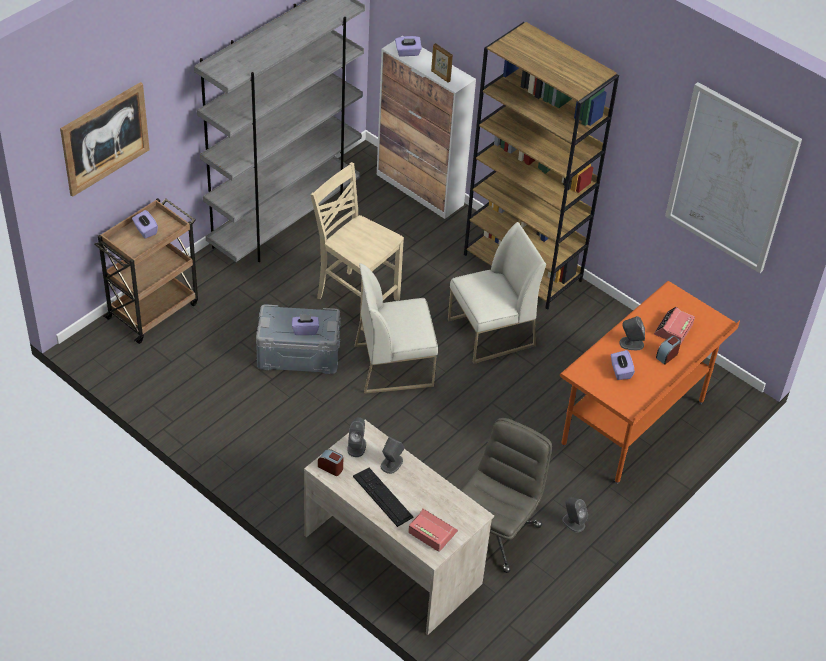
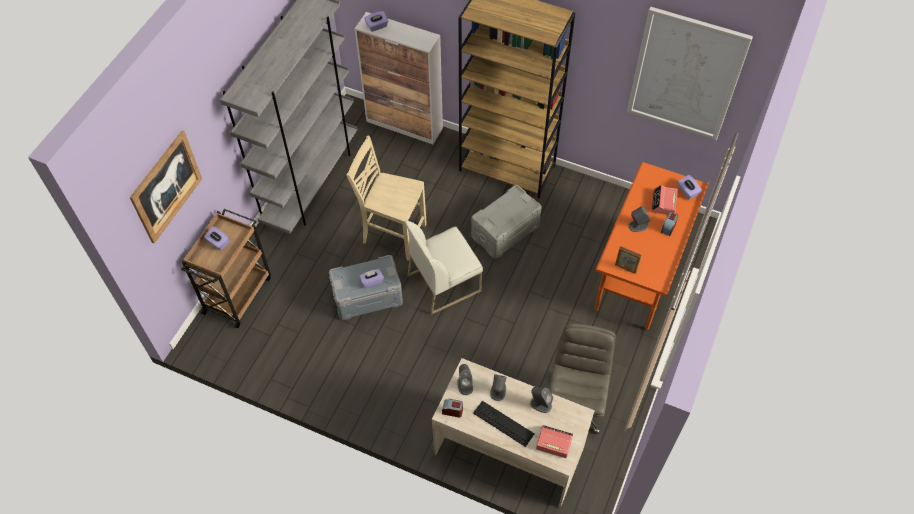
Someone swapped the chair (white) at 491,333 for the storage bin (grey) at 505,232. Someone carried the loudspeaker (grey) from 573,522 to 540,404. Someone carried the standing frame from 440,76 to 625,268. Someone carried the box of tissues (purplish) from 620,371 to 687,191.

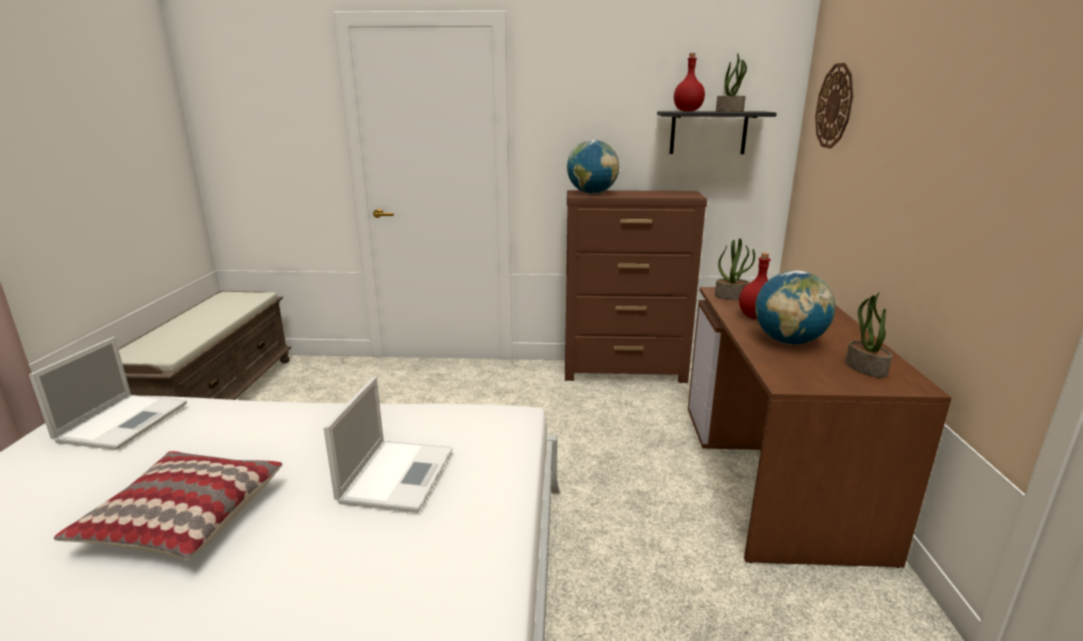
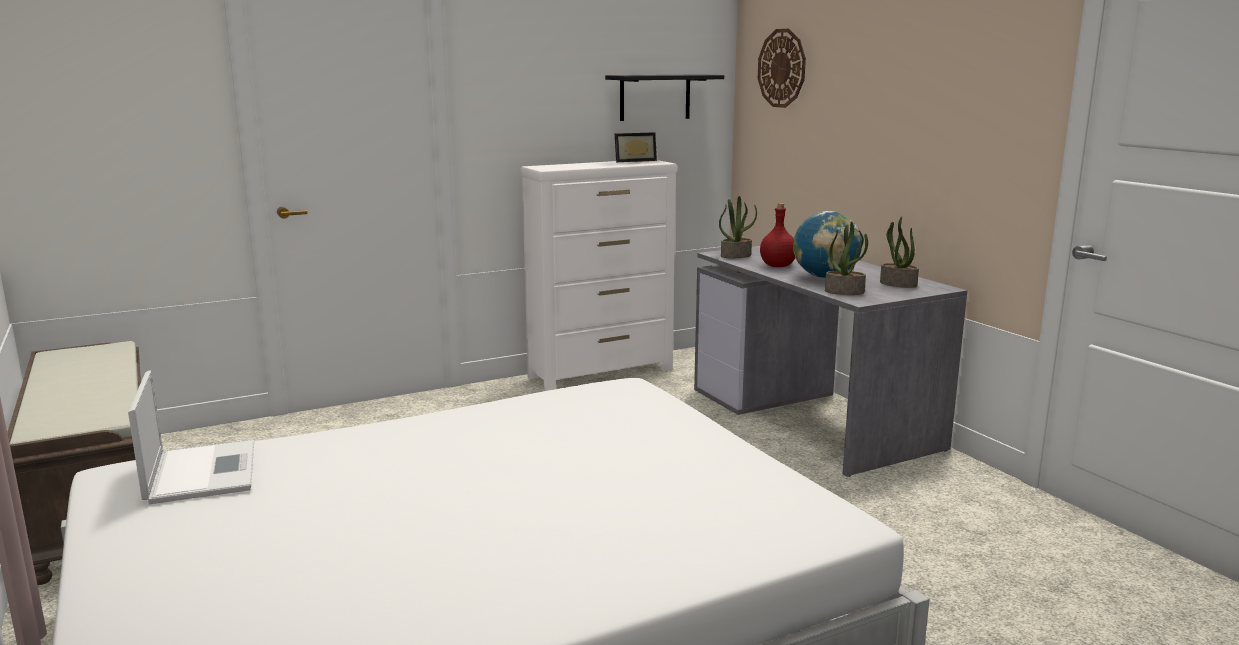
Someone repainted the chest of drawers (brown) at 625,373, which became the chest of drawers (white) at 602,373. Someone put down the standing frame at 634,161. Someone repainted the desk table (brown) at 776,474, which became the desk table (grey) at 814,418. Someone carried the plant in a pot from 730,111 to 845,292. Someone took away the pillow at 182,518. Someone took away the notebook computer at 397,474. Someone took away the globe at 592,193. Someone took away the beverage bottle (red-coloured) at 687,111.

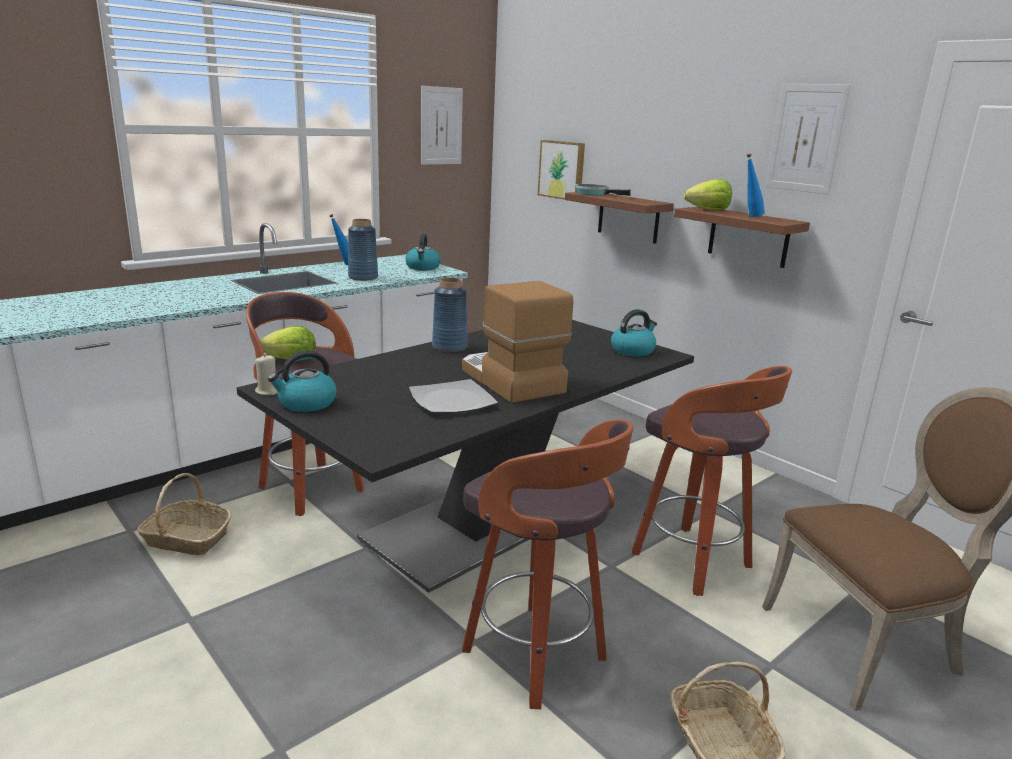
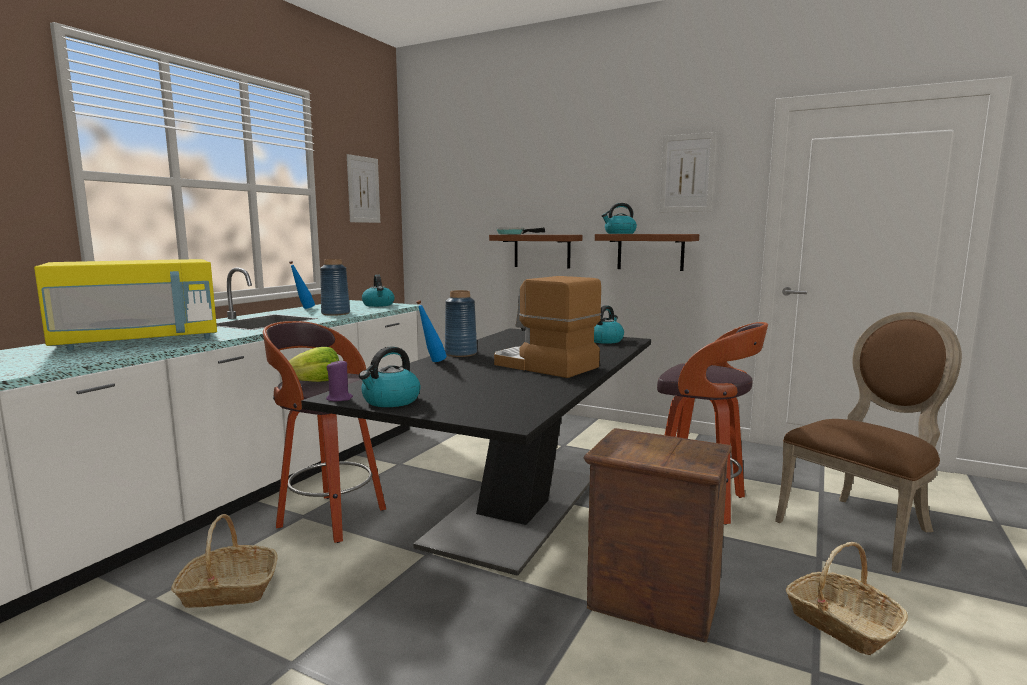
Someone put down the kitchen microwave (yellow) at 139,341. Someone repainted the wax light (beige-coloured) at 268,391, which became the wax light (purplish) at 339,398. Someone carried the beverage bottle (blue) from 749,216 to 431,362. Someone swapped the stool seat at 537,657 for the packing crate at 653,601. Someone swapped the lettuce head at 708,210 for the water kettle at 619,233. Someone took away the flat dish at 452,400. Someone took away the picture at 562,170.

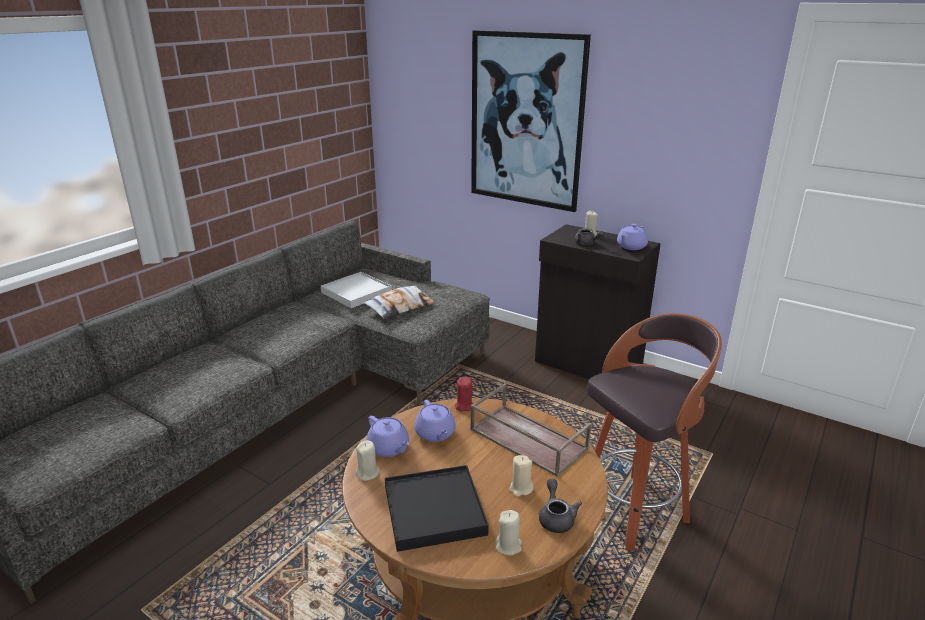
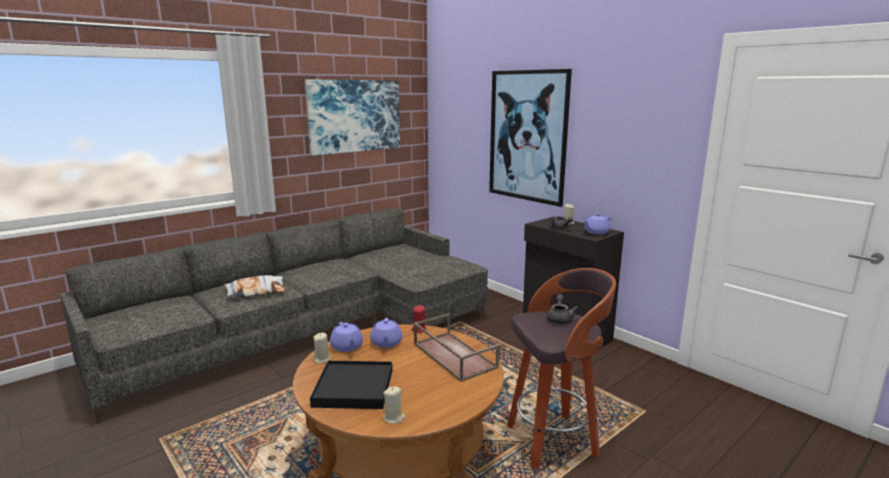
Someone carried the pillow from 399,307 to 256,291. Someone put up the picture at 354,116. Someone carried the teapot (grey) from 556,517 to 560,318. Someone took away the tray (white) at 356,292. Someone took away the wax light (beige-coloured) at 520,488.

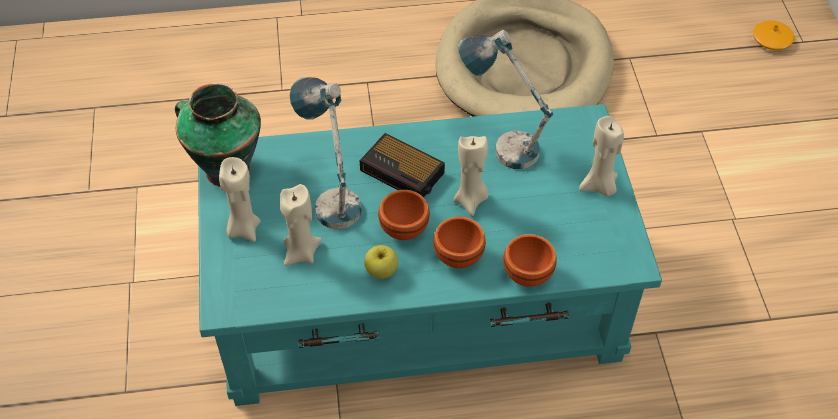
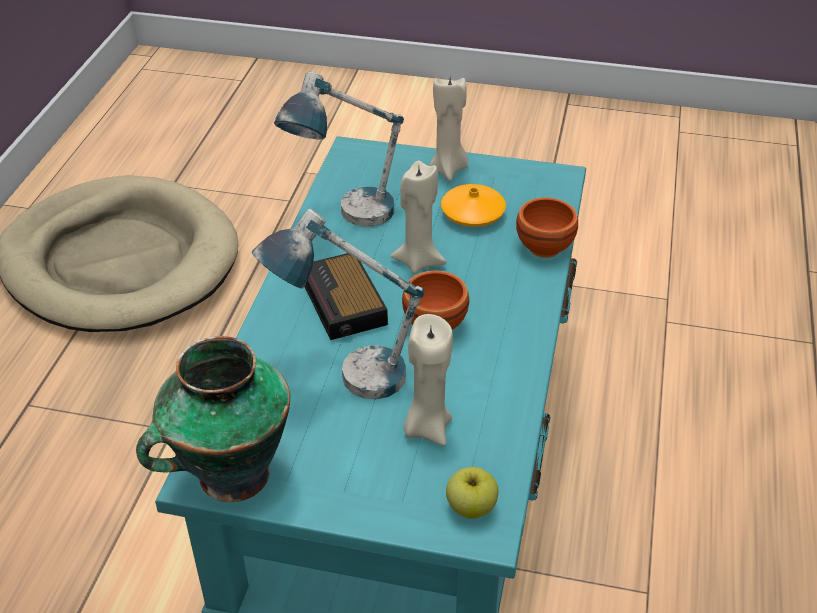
Someone rotated the table clock at 403,172 by 105 degrees clockwise. Someone carried the decorative vase (orange) from 771,40 to 472,213. Someone carried the apple from 382,271 to 471,507. Someone took away the wax light (beige-coloured) at 243,229. Someone took away the deep dish (brown) at 459,258.

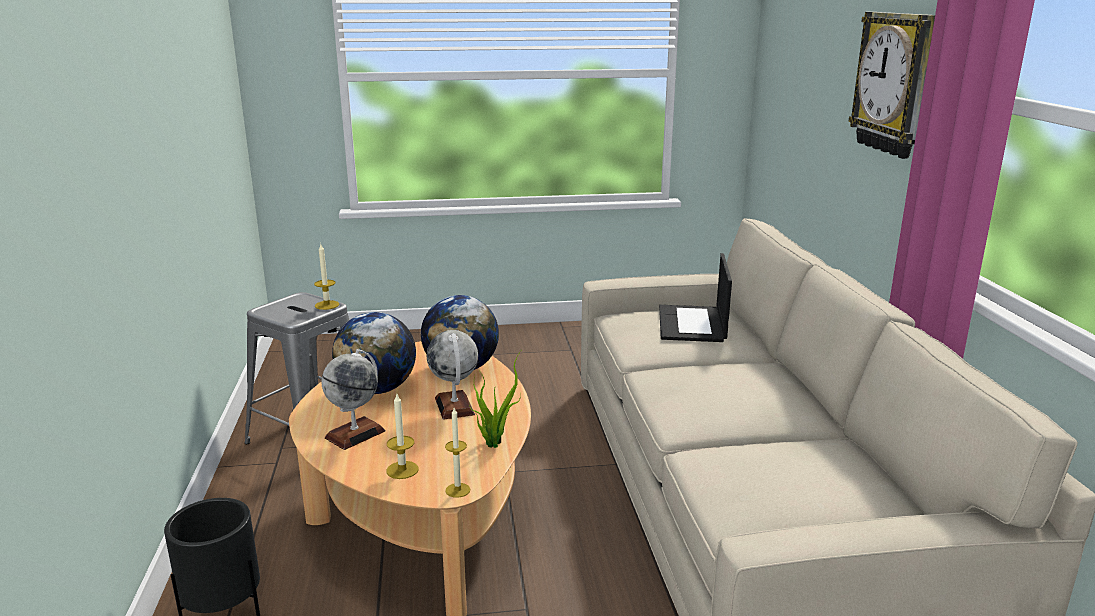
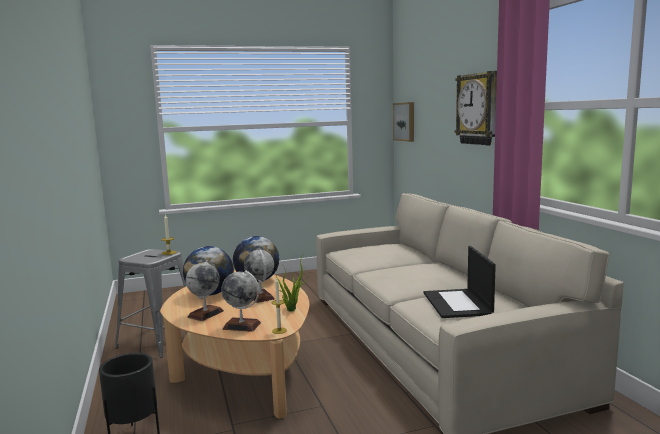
Someone swapped the wax light at 402,470 for the globe at 242,326. Someone put up the picture at 405,121. Someone carried the notebook computer from 692,324 to 458,304.

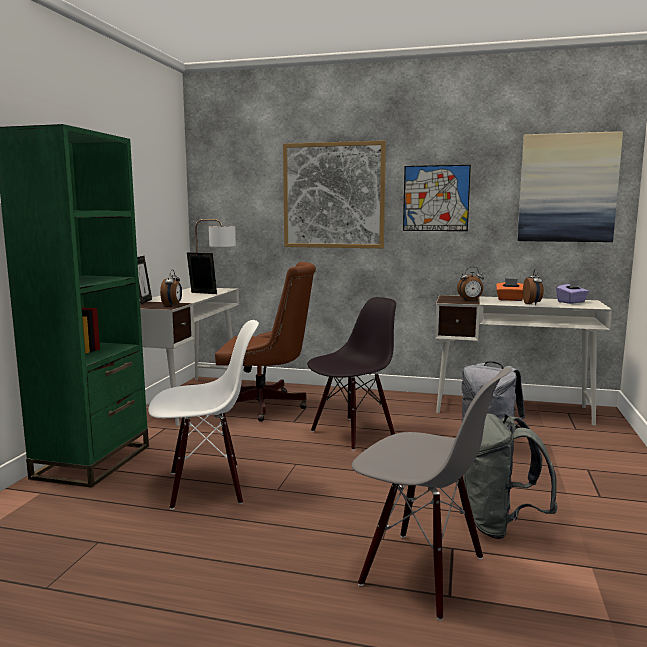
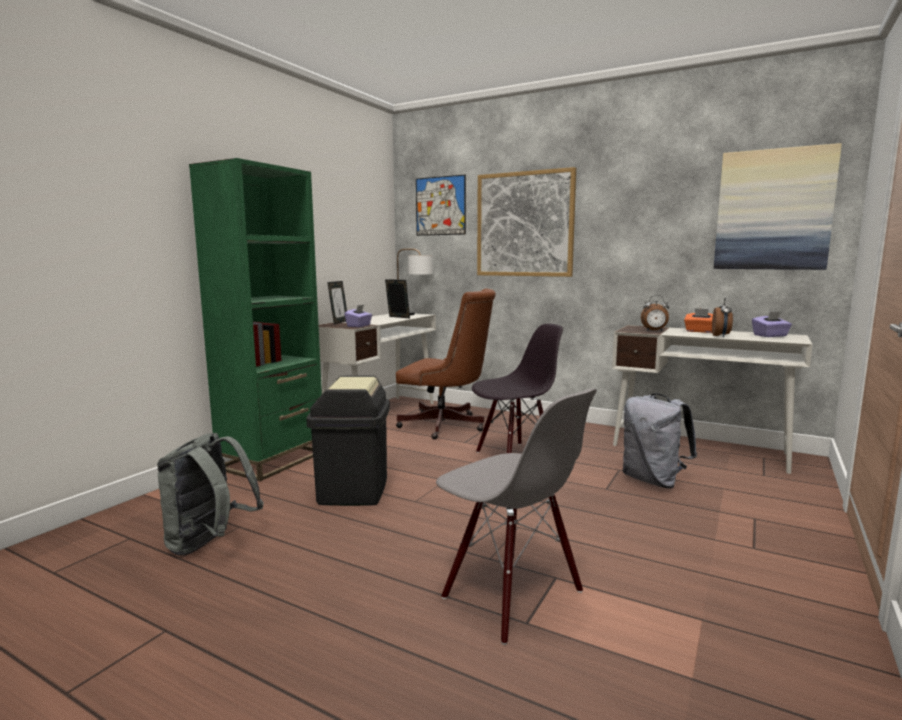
Someone carried the rucksack (grey) from 499,525 to 209,544. Someone swapped the chair (white) at 206,486 for the rubbish bin (black-coloured) at 354,491. Someone swapped the table clock at 172,305 for the box of tissues (purplish) at 359,326. Someone carried the picture from 436,198 to 440,206.

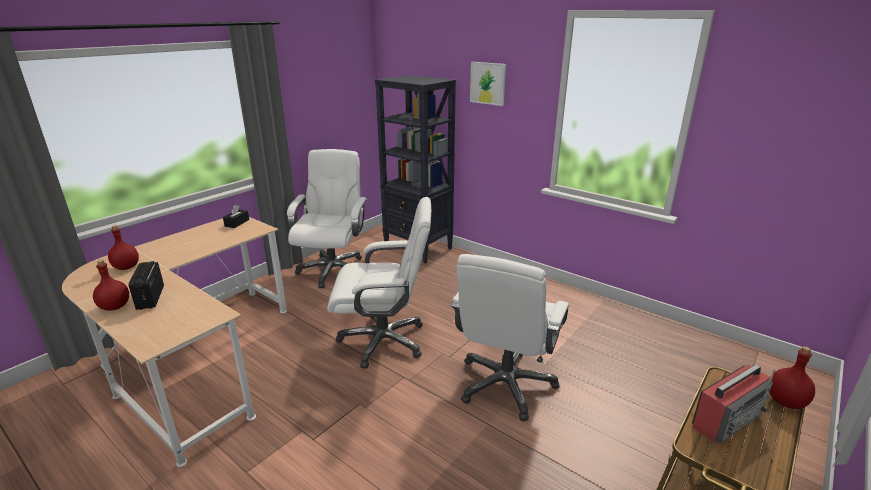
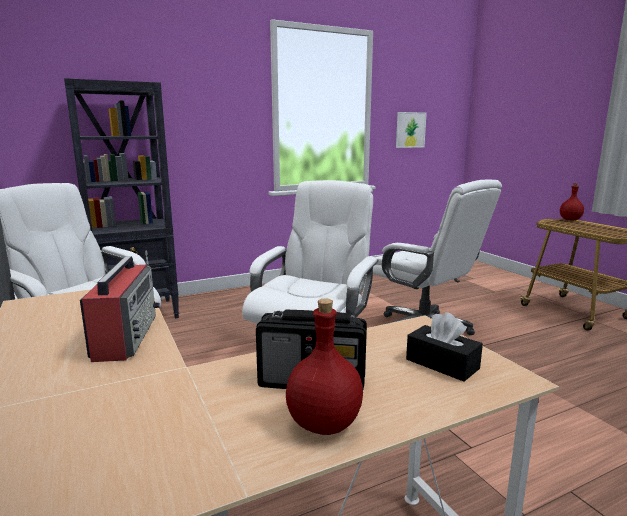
Someone carried the radio set from 727,419 to 126,336. Someone carried the picture from 488,83 to 410,130. Someone carried the box of tissues (black-coloured) from 237,223 to 442,364. Someone took away the beverage bottle (red-coloured) at 127,267.

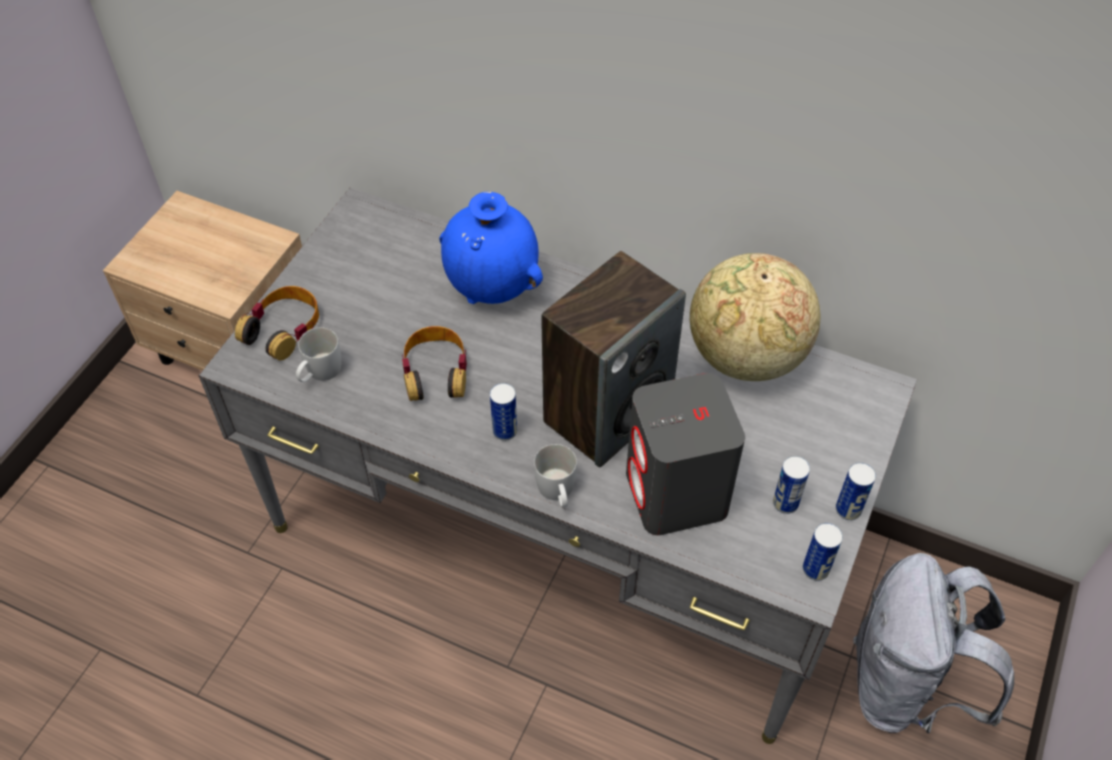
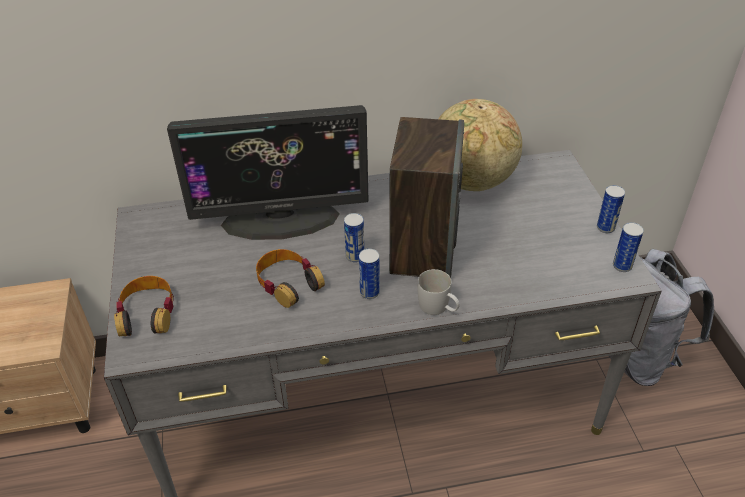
Someone swapped the decorative vase (blue) at 493,289 for the computer display at 280,218. Someone carried the sealed can from 785,503 to 355,256. Someone took away the tea mug (white) at 319,373. Someone took away the loudspeaker (grey) at 676,494.

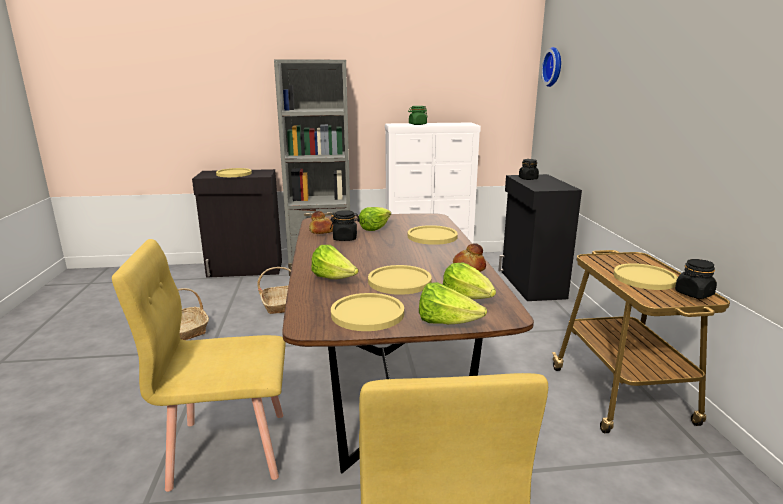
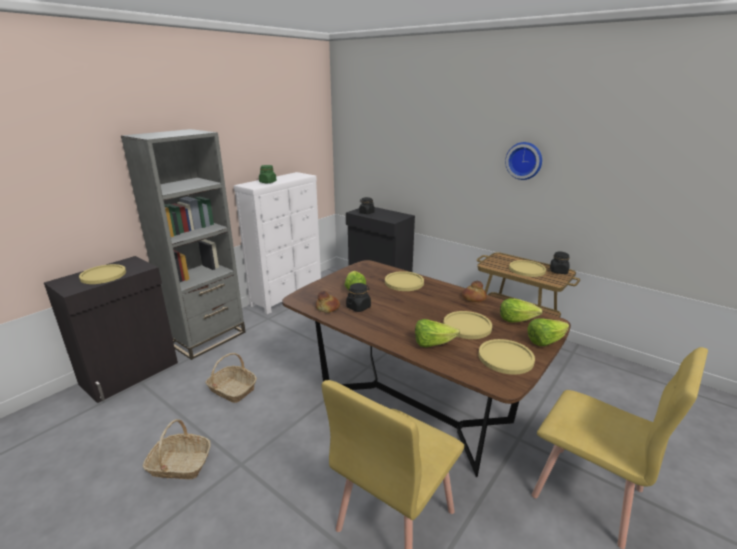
Someone carried the wall clock from 554,67 to 524,160.

